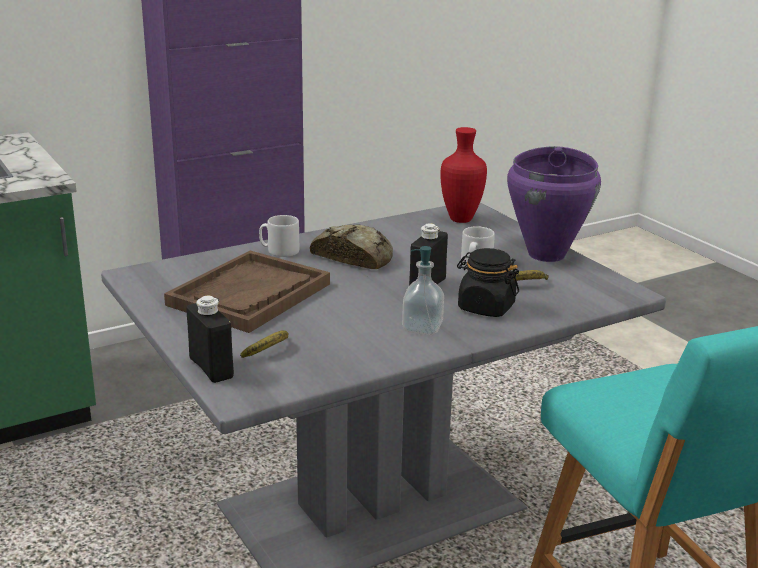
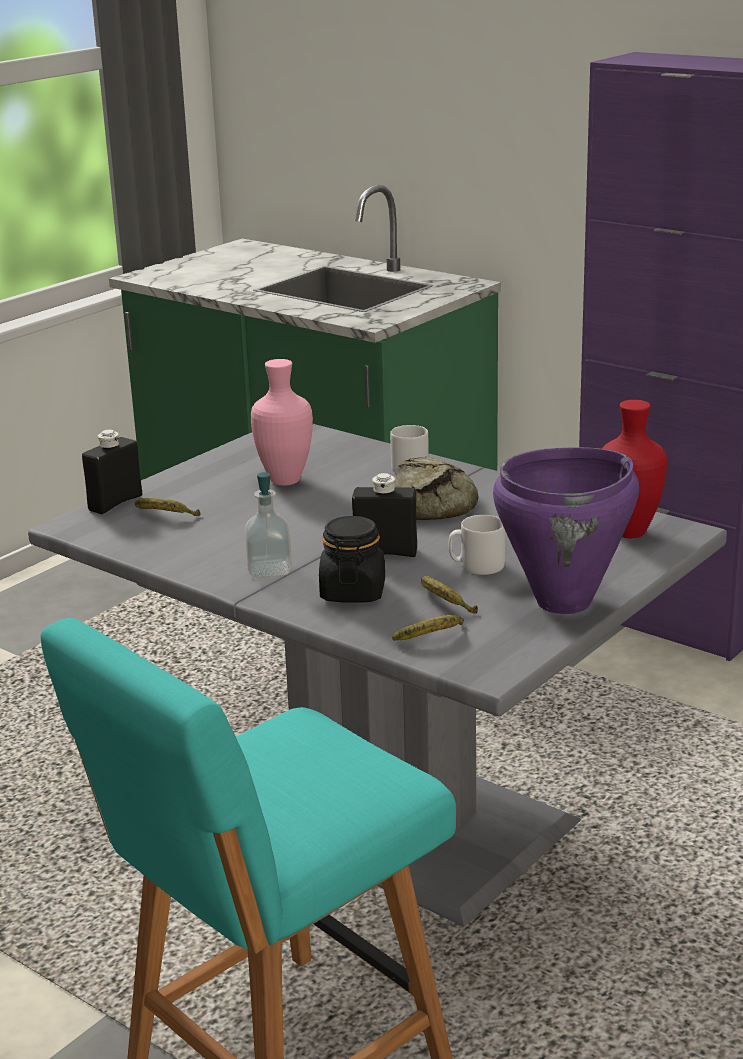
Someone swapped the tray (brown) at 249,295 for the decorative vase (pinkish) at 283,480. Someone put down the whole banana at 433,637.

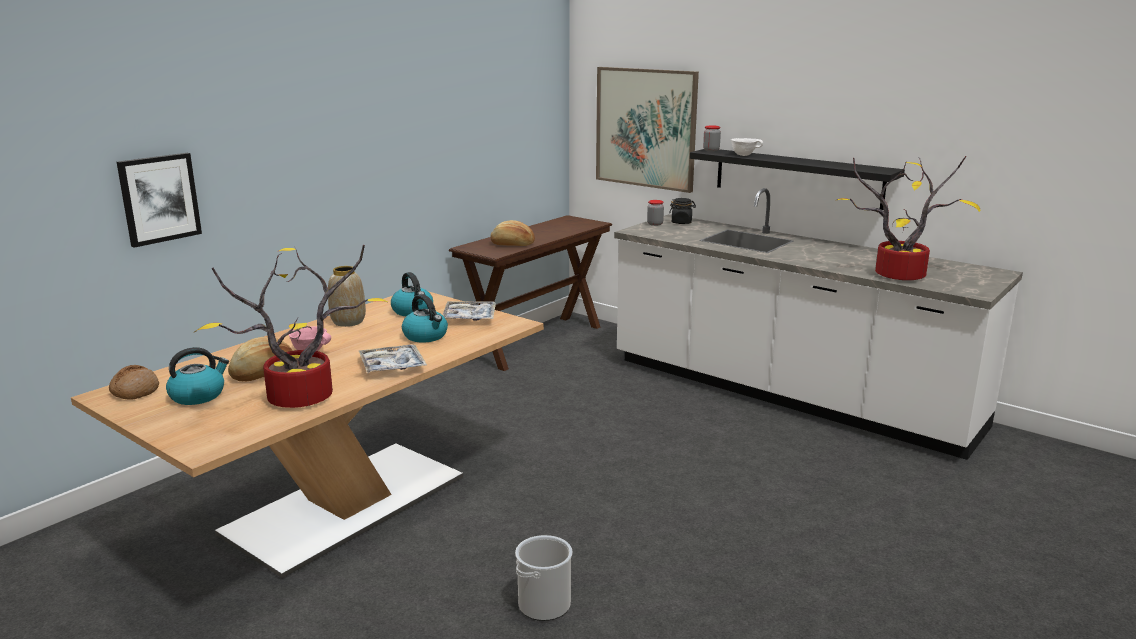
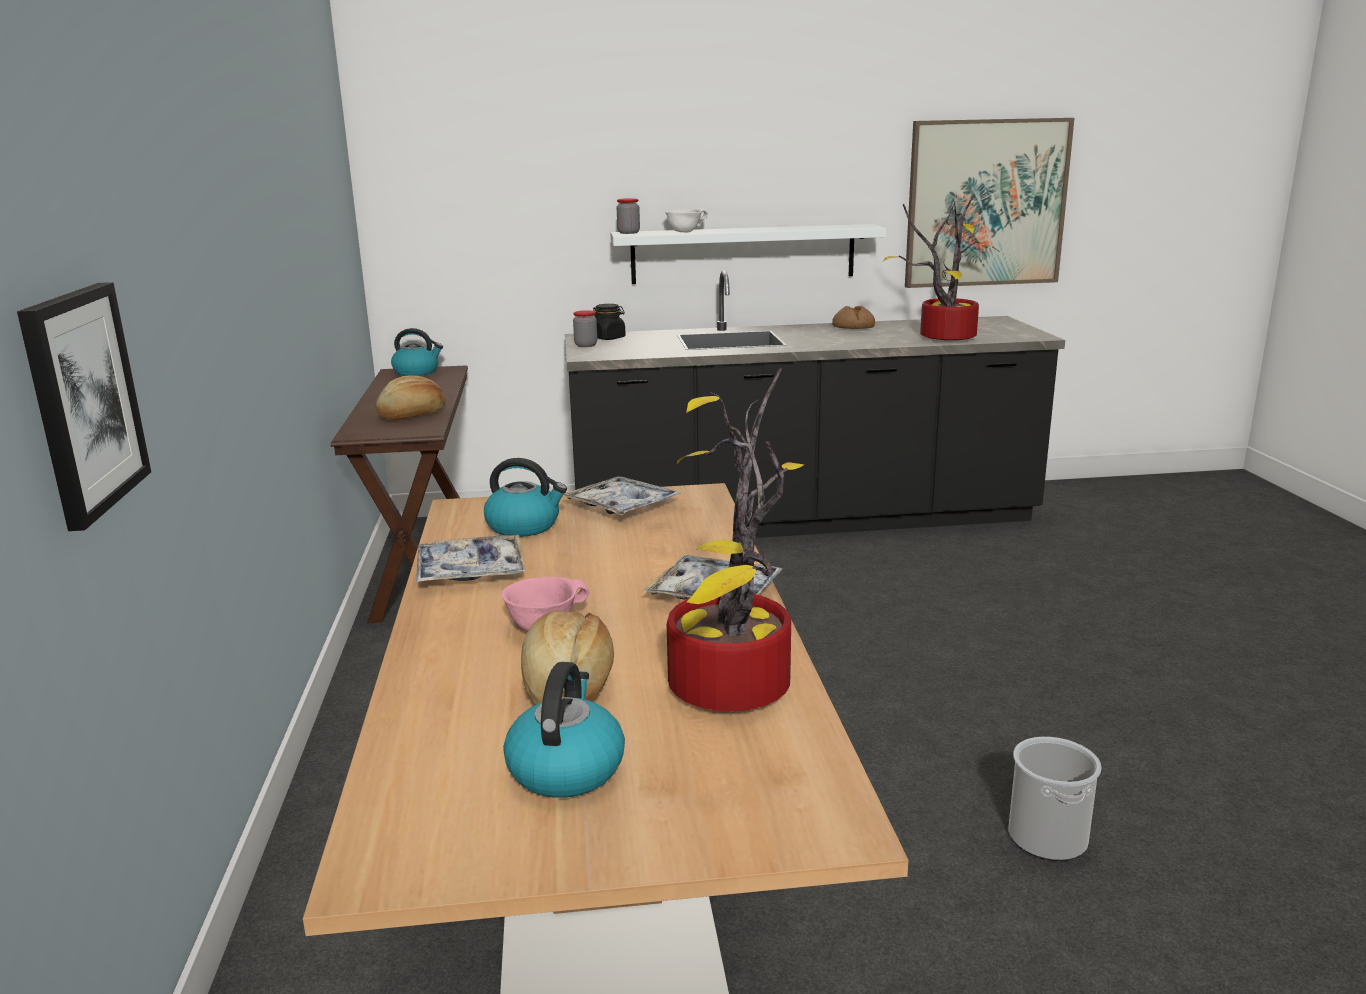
Someone carried the water kettle from 426,336 to 417,372. Someone swapped the decorative vase at 348,321 for the tray at 470,571. Someone repainted the counter (white) at 788,394, which became the counter (black-coloured) at 801,520. Someone repainted the shelf (black-coloured) at 797,178, which became the shelf (white) at 743,254. Someone carried the baked bread from 135,391 to 853,327. Someone carried the picture from 645,128 to 986,203.

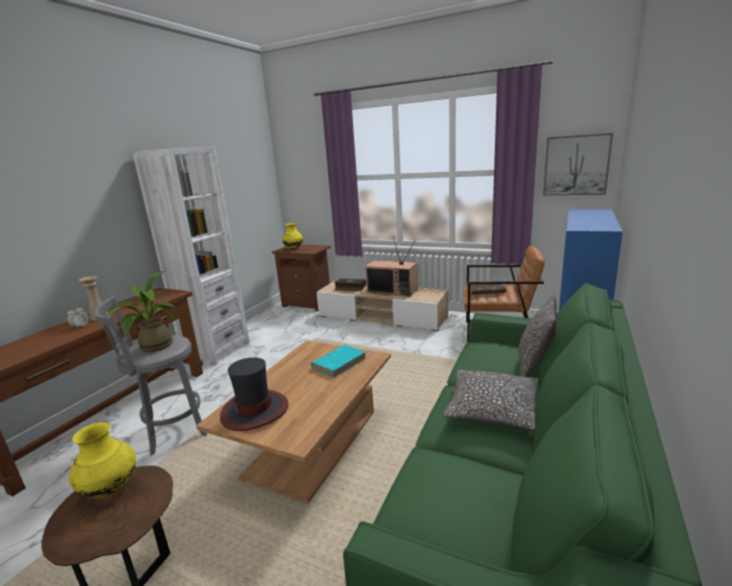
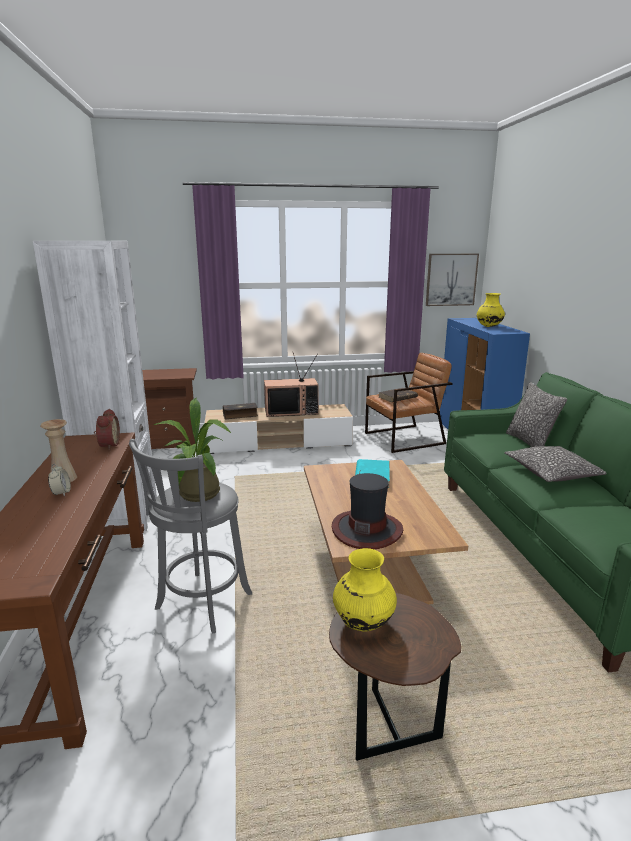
Someone put down the table clock at 108,445. Someone carried the decorative vase (yellow) from 293,248 to 489,326.

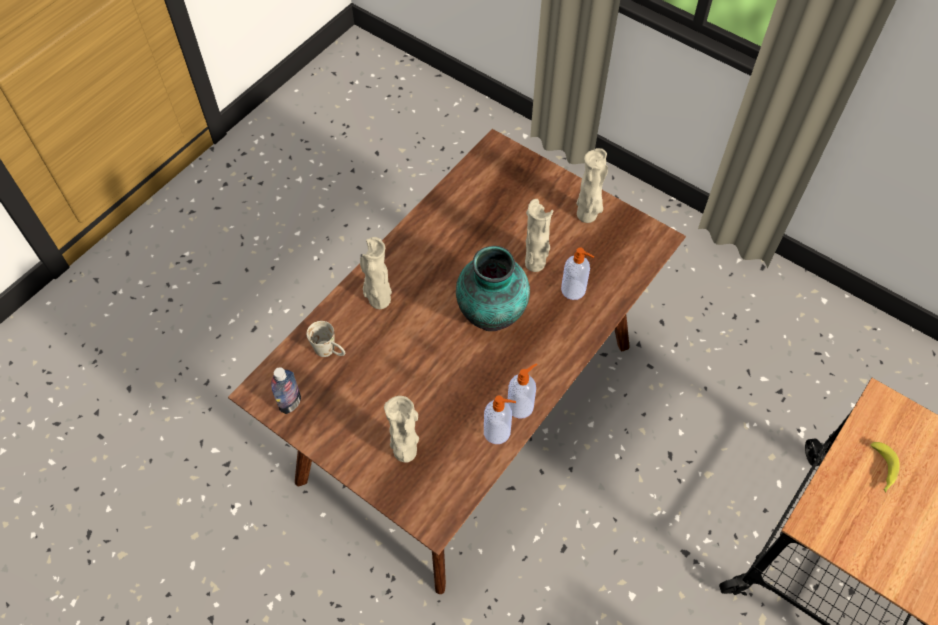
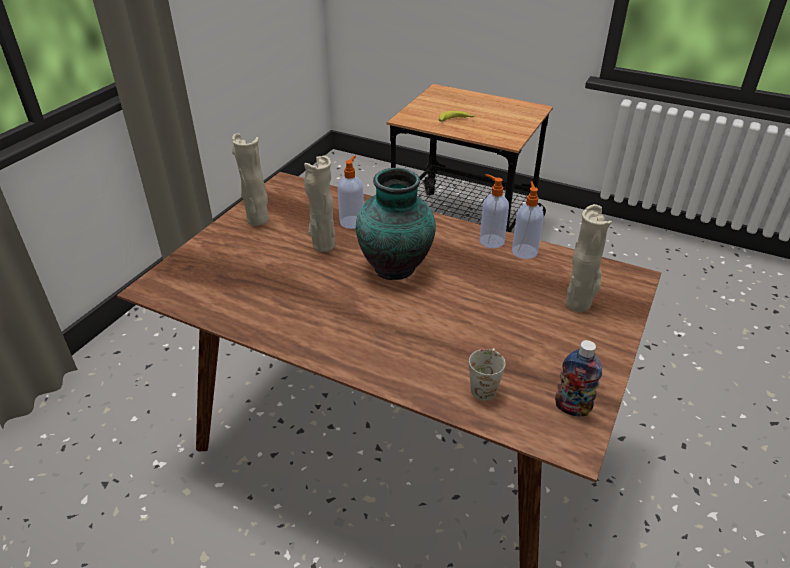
Someone took away the decorative vase (beige-coloured) at 378,300.

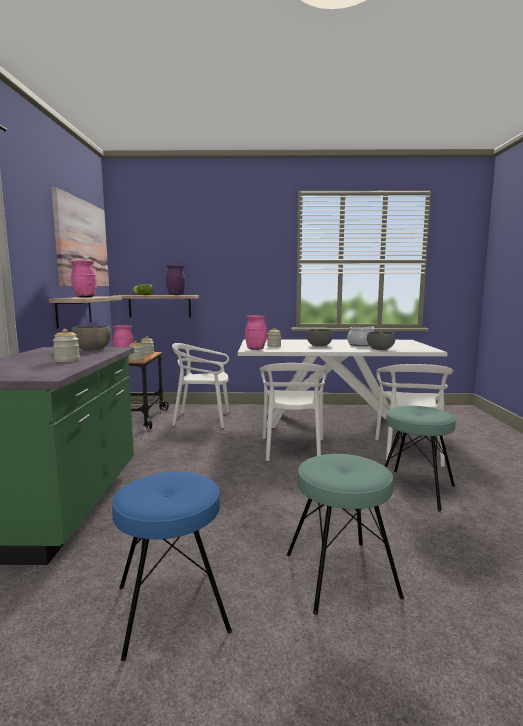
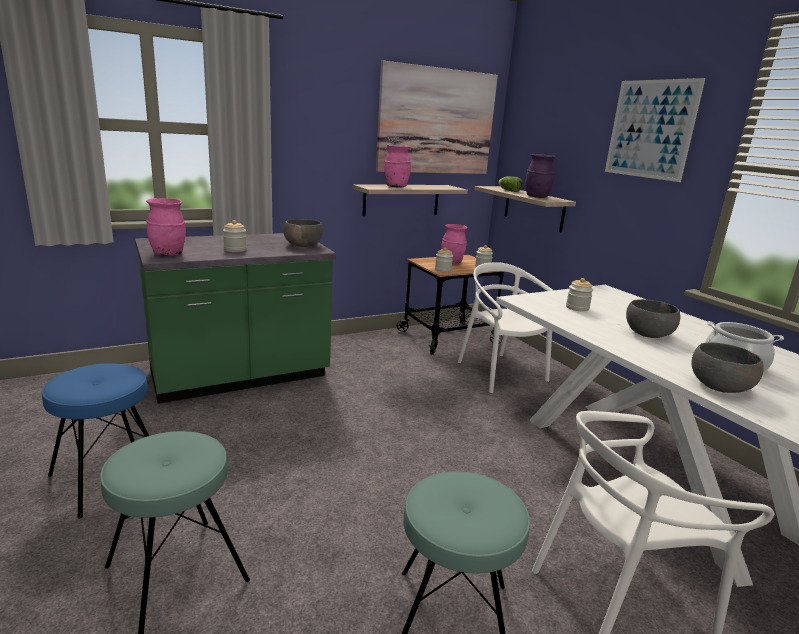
Someone carried the decorative vase (pinkish) from 256,349 to 169,254. Someone put up the picture at 650,129. Someone took away the chair (white) at 292,449.

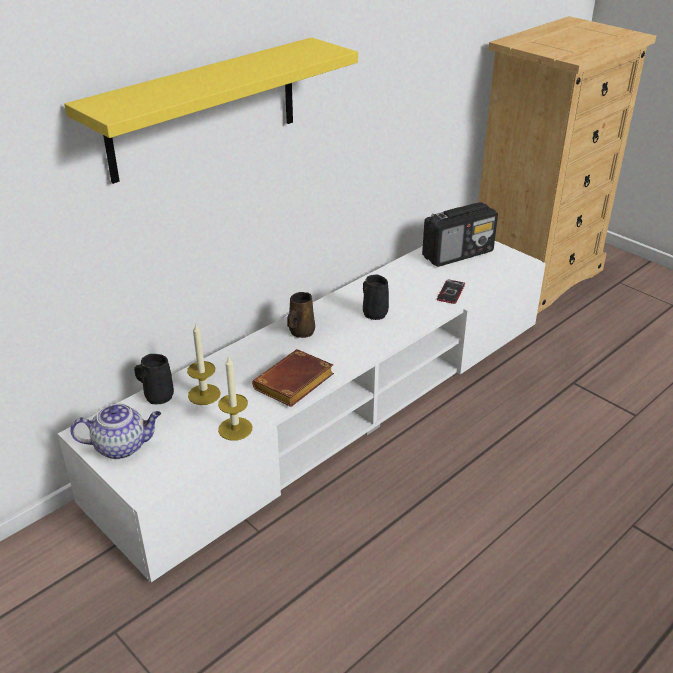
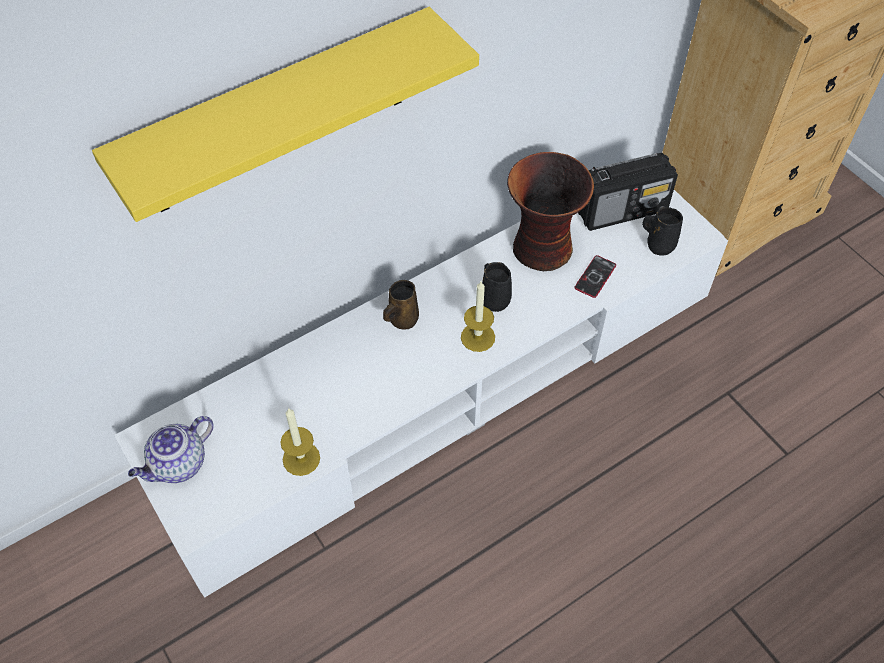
Someone rotated the teapot at 122,446 by 135 degrees clockwise. Someone carried the wax light from 204,394 to 478,337. Someone put down the decorative vase at 541,250. Someone carried the tea mug (black-coloured) from 157,396 to 658,245. Someone took away the bound book (brown) at 294,385.

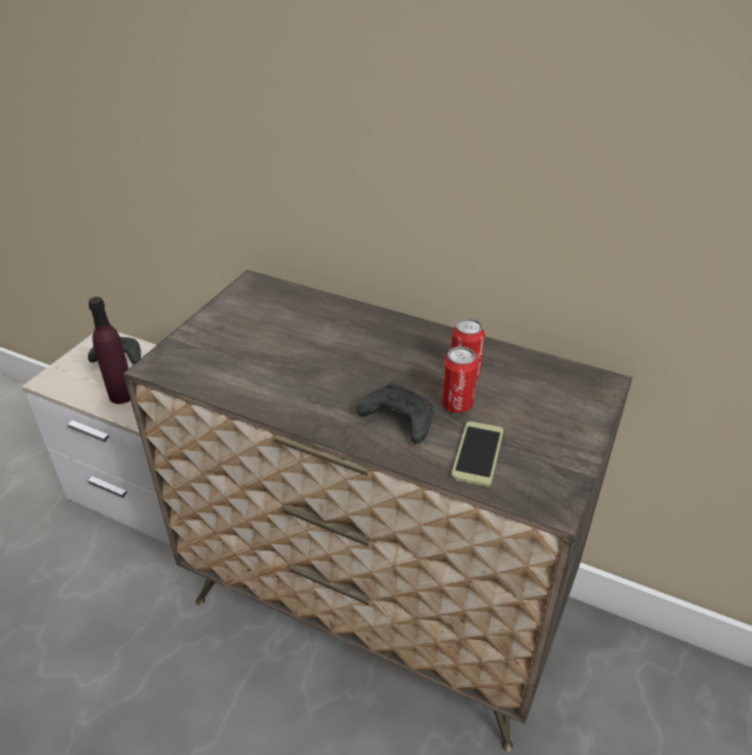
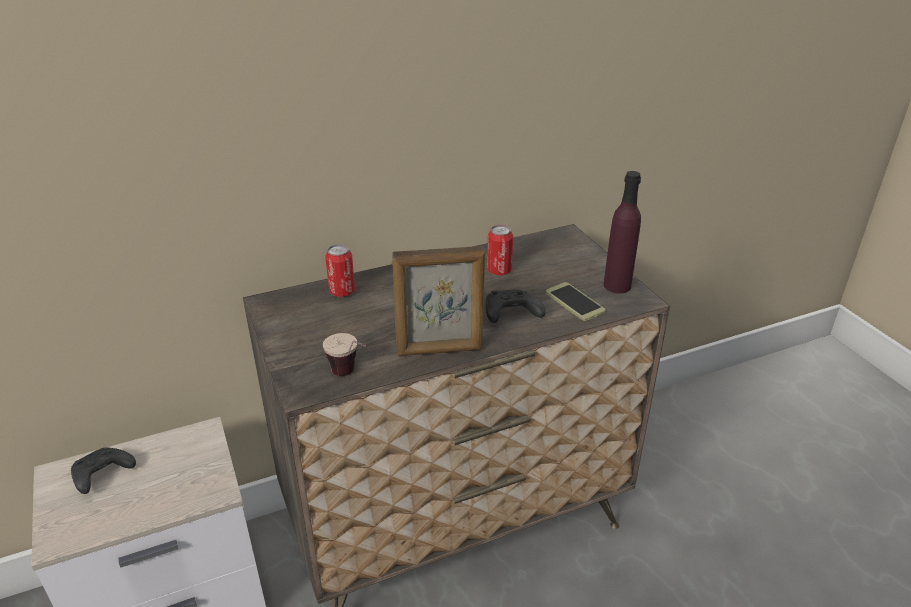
Someone put down the small cup at 351,376. Someone carried the sealed can from 457,404 to 342,292. Someone put down the standing frame at 439,350. Someone carried the beverage bottle (purplish) from 122,395 to 617,285.

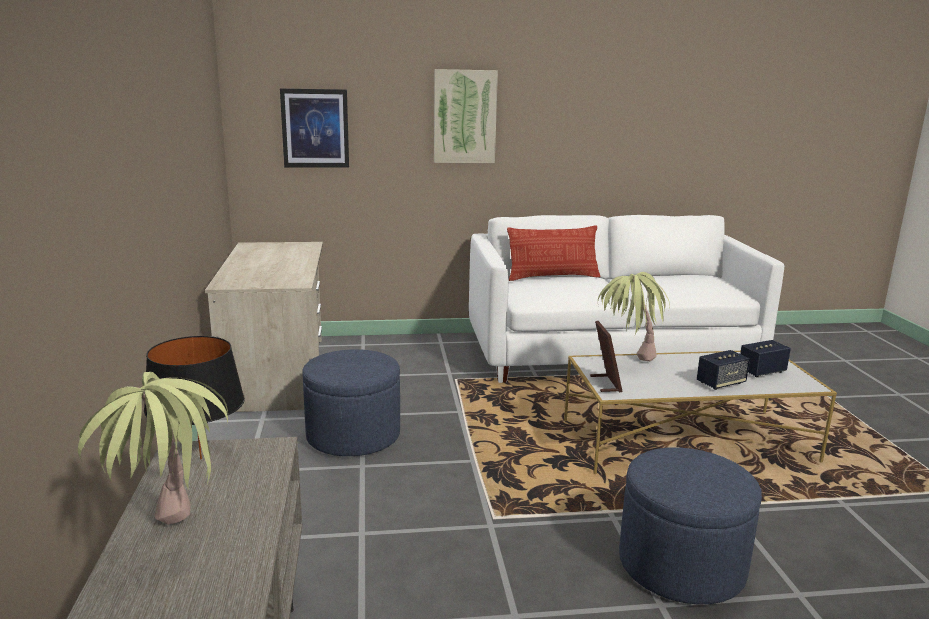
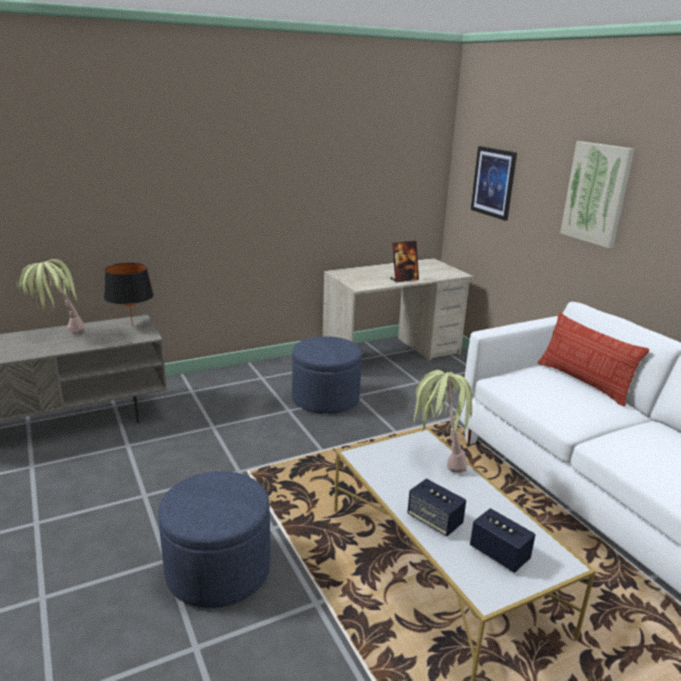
Someone carried the standing frame from 605,384 to 404,279.

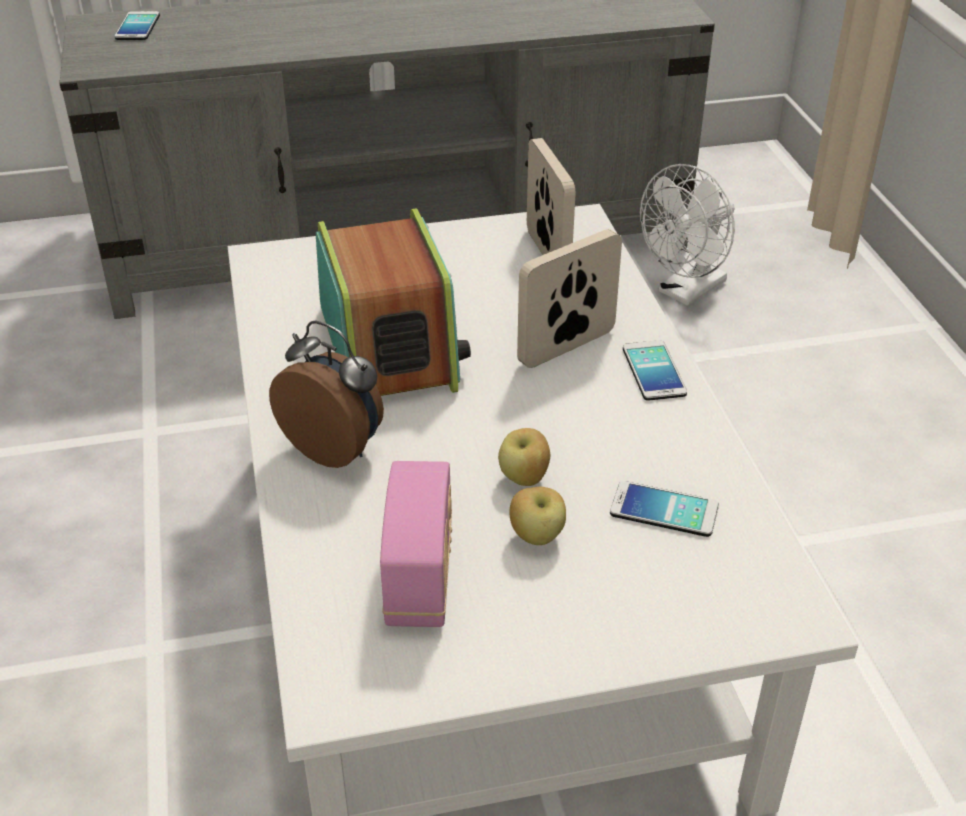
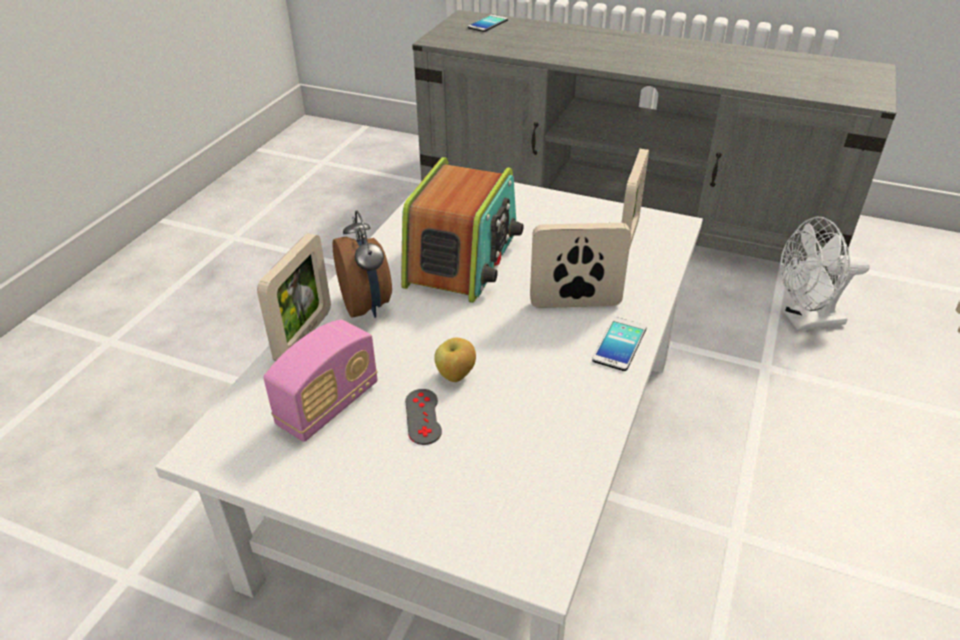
Someone put down the standing frame at 304,335. Someone swapped the apple at 537,537 for the gamepad (grey) at 423,416. Someone took away the handset at 664,510.

